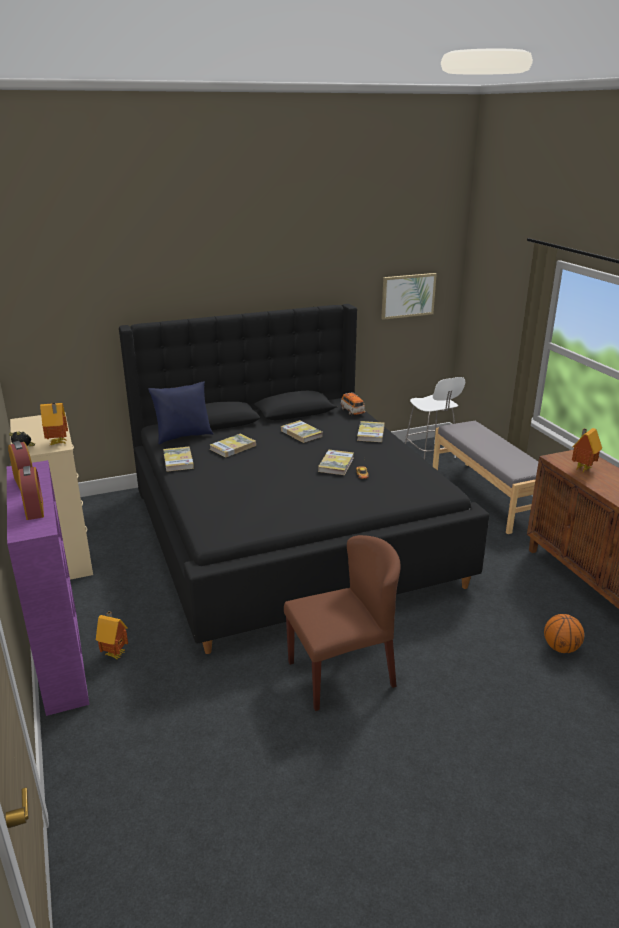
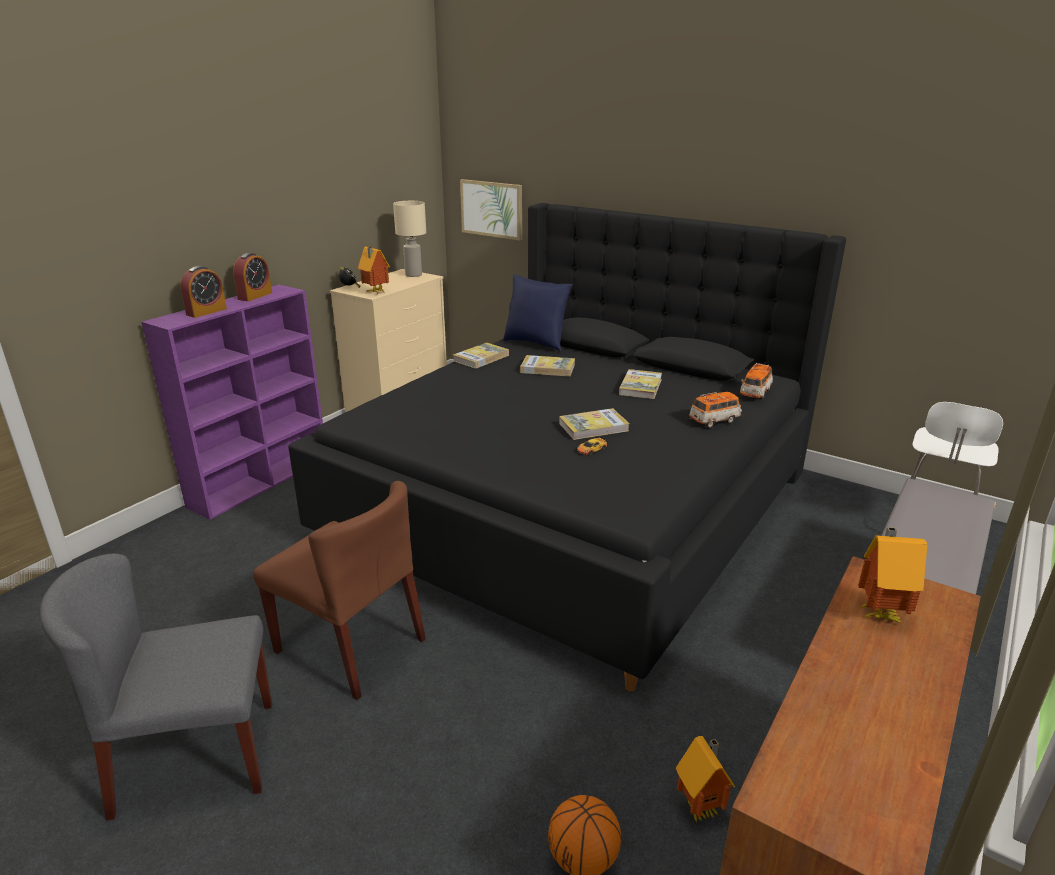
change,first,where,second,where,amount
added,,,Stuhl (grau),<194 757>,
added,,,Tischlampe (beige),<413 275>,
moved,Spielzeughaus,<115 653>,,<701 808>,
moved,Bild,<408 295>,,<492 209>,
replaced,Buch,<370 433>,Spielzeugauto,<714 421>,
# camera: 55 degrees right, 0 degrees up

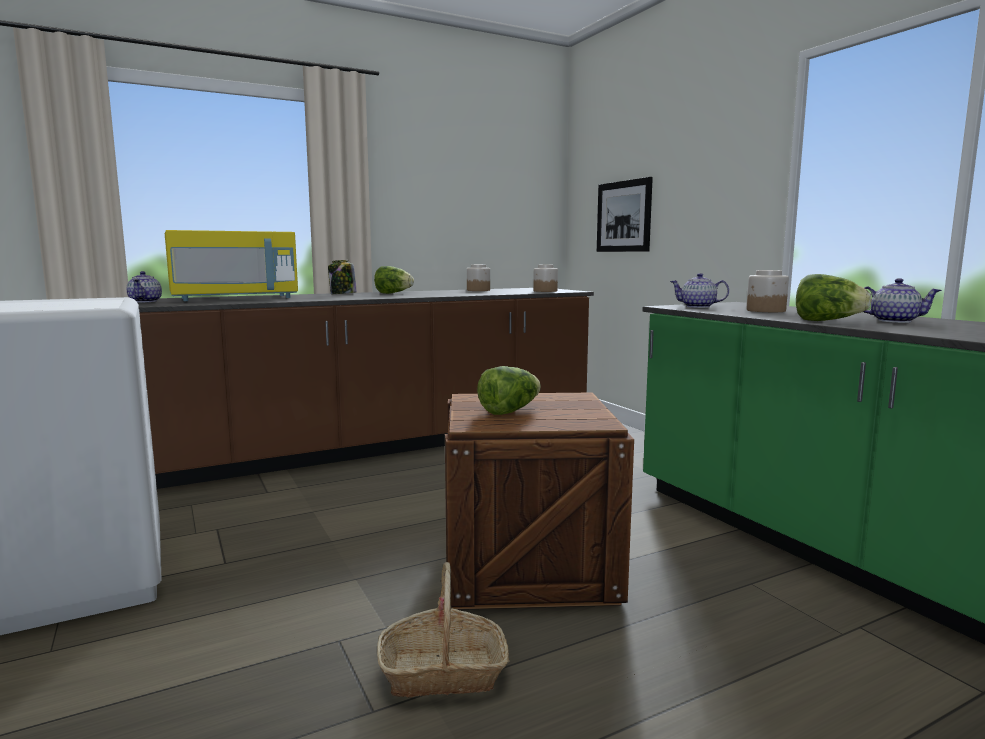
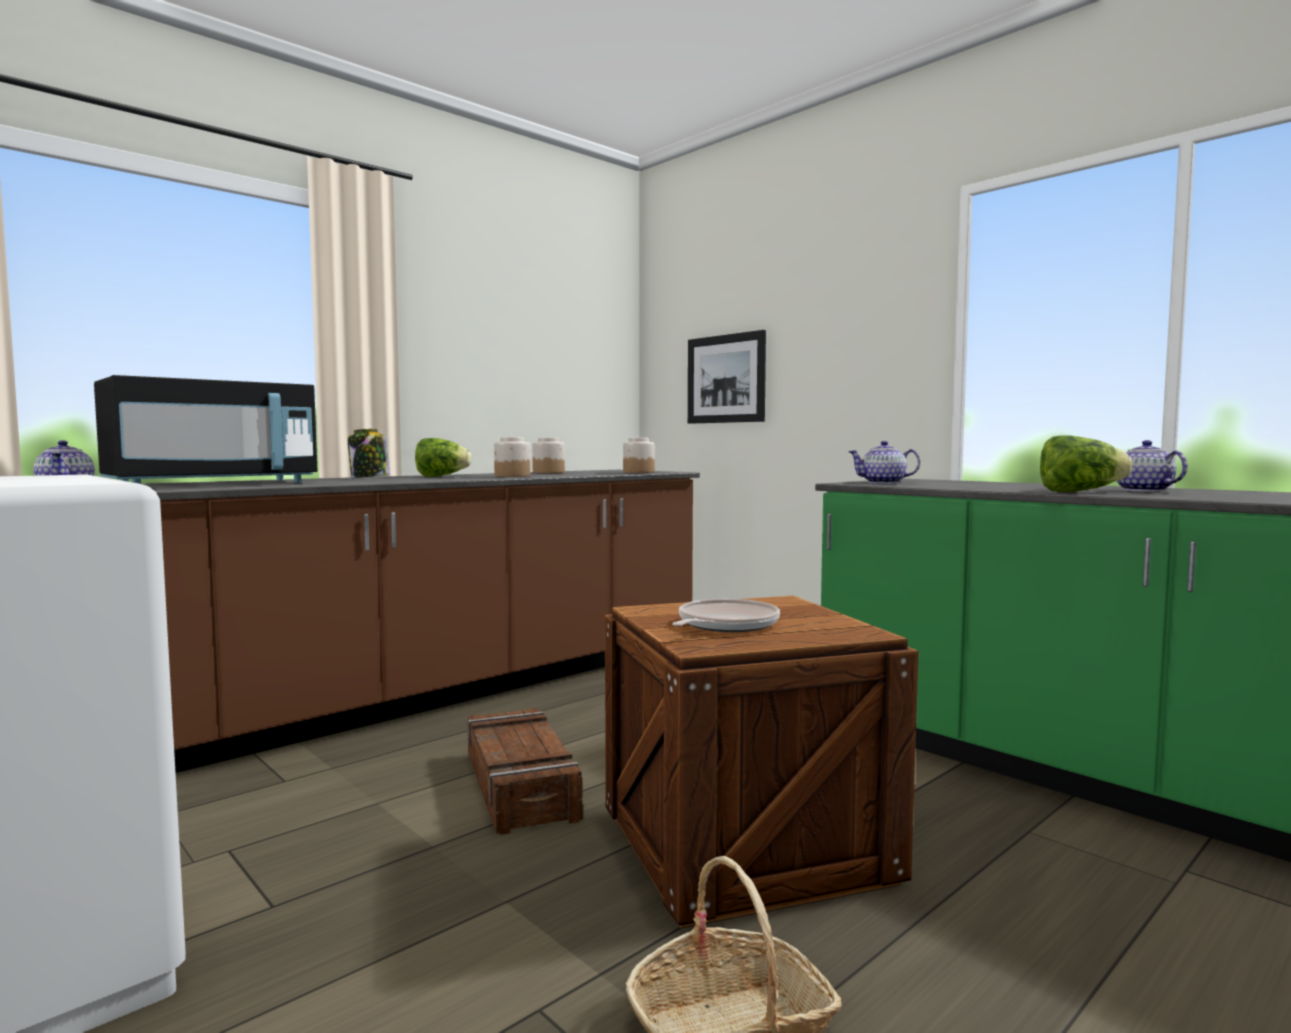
change,first,where,second,where,amount
added,,,Kiste,<521 784>,
moved,Vorratsglas,<765 310>,,<512 476>,
replaced,Salatkopf,<509 411>,Pfanne,<724 625>,
recoloured,Mikrowelle (gelb),<234 298>,Mikrowelle (schwarz),<213 484>,
turned,Teekanne,<893 321>,,<1144 490>,120 degrees counterclockwise
# camera: 15 degrees left, 5 degrees down

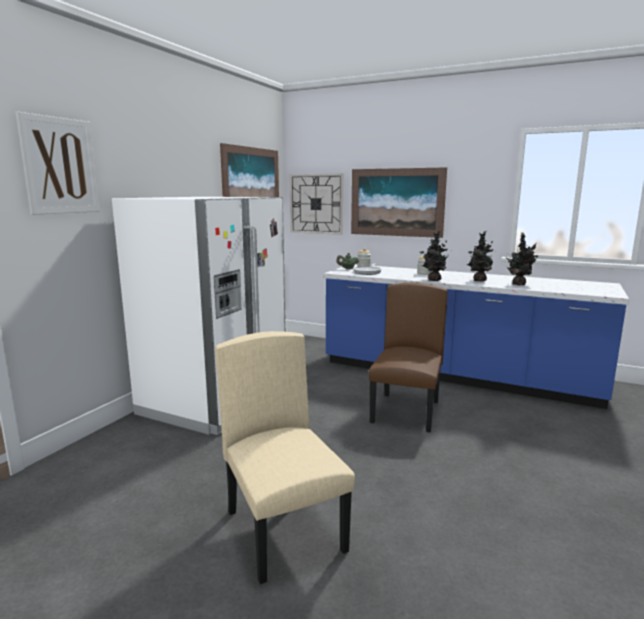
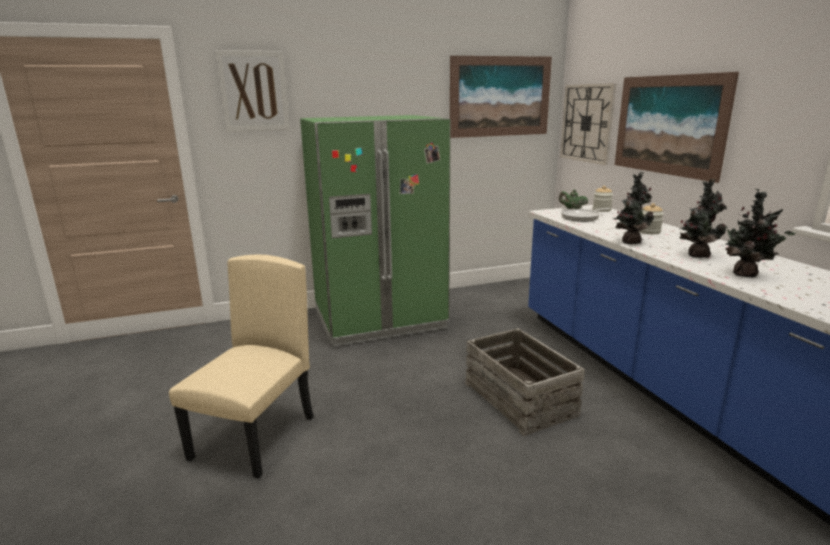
change,first,where,second,where,amount
replaced,Stuhl (braun),<406 412>,Kiste,<520 398>,
recoloured,Kühlschrank (weiß),<215 401>,Kühlschrank (grün),<379 319>,
# camera: 45 degrees right, 5 degrees up

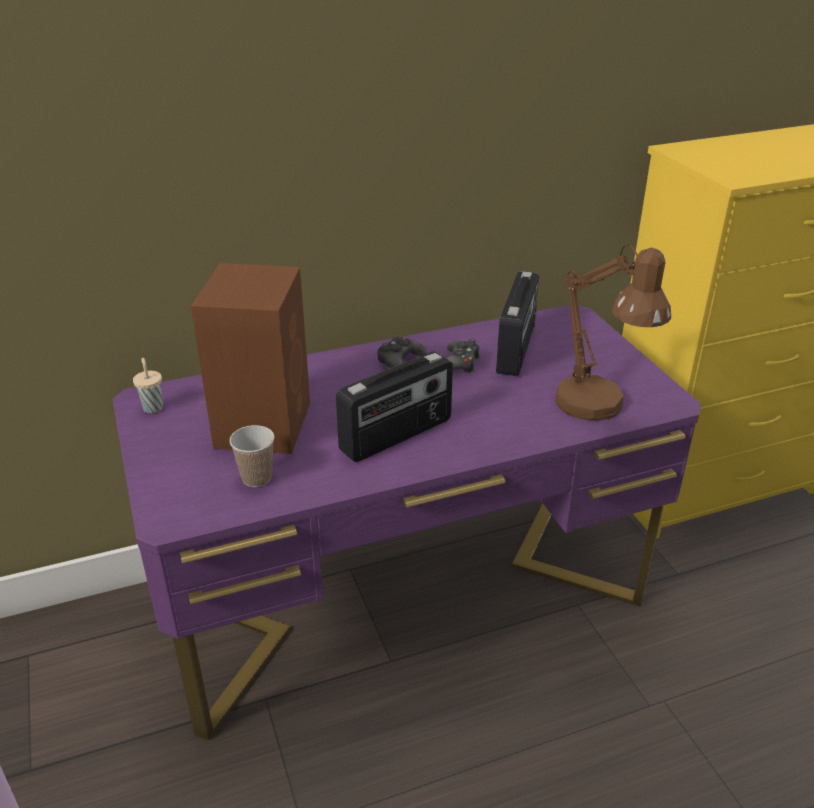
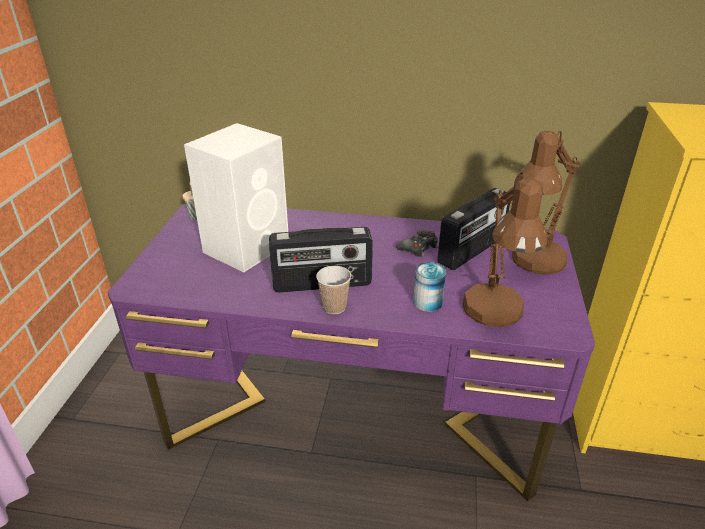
change,first,where,second,where,amount
removed,Gamepad (schwarz),<400 360>,,,
added,,,Dose,<427 302>,
added,,,Tischlampe (braun),<533 264>,
moved,Tasse,<257 478>,,<334 307>,
recoloured,Lautsprecher (braun),<264 423>,Lautsprecher (weiß),<248 247>,
# camera: 30 degrees right, 0 degrees up

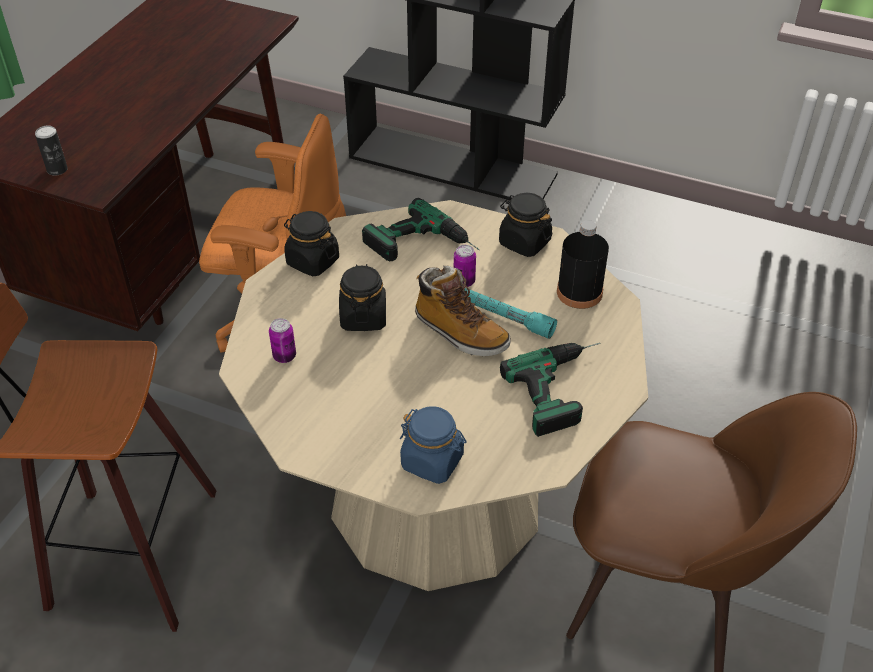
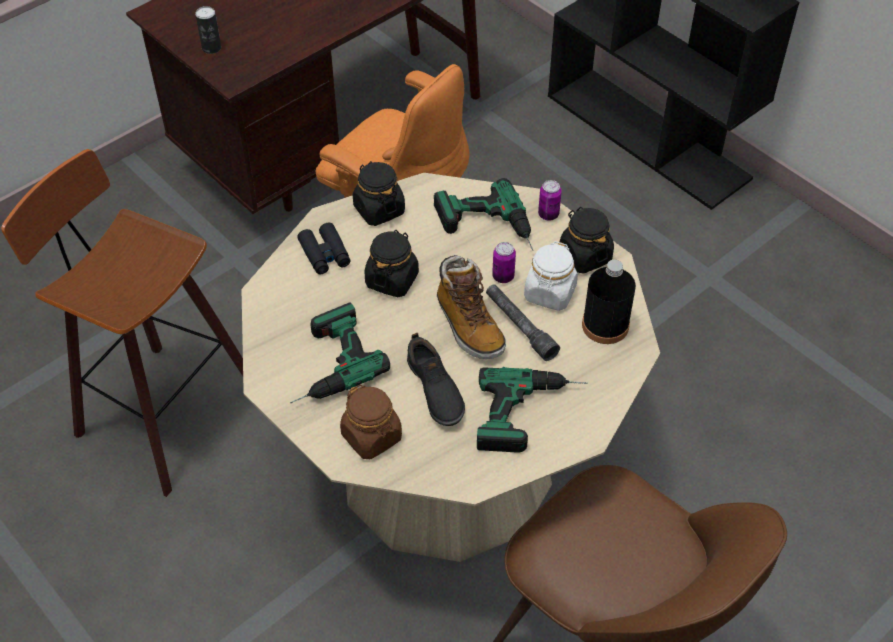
change,first,where,second,where,amount
added,,,Bohrmaschine,<325 364>,
added,,,Fernglas (schwarz),<325 254>,
added,,,Schuh (schwarz),<434 390>,
added,,,Vorratsglas (weiß),<550 293>,
moved,Dose,<284 356>,,<548 214>,
recoloured,Vorratsglas (blau),<432 461>,Vorratsglas (braun),<372 437>,
recoloured,Taschenlampe (türkis),<506 318>,Taschenlampe (grau),<520 326>,
# camera: 25 degrees right, 5 degrees up

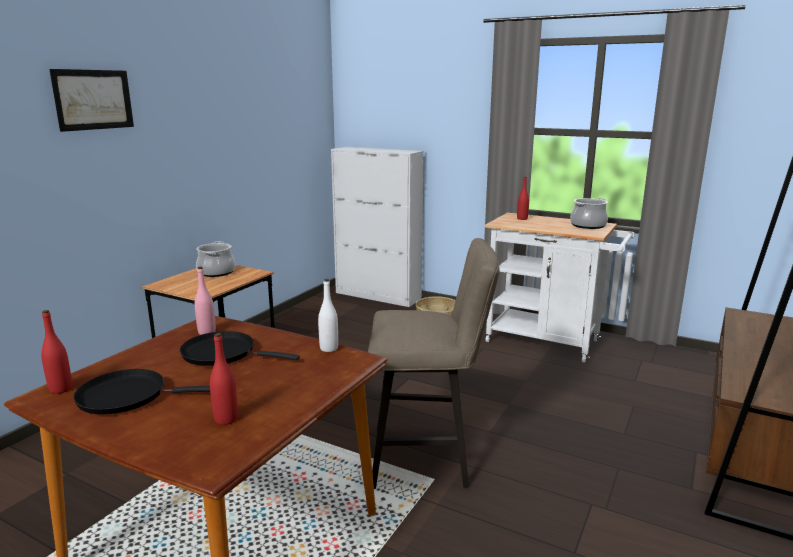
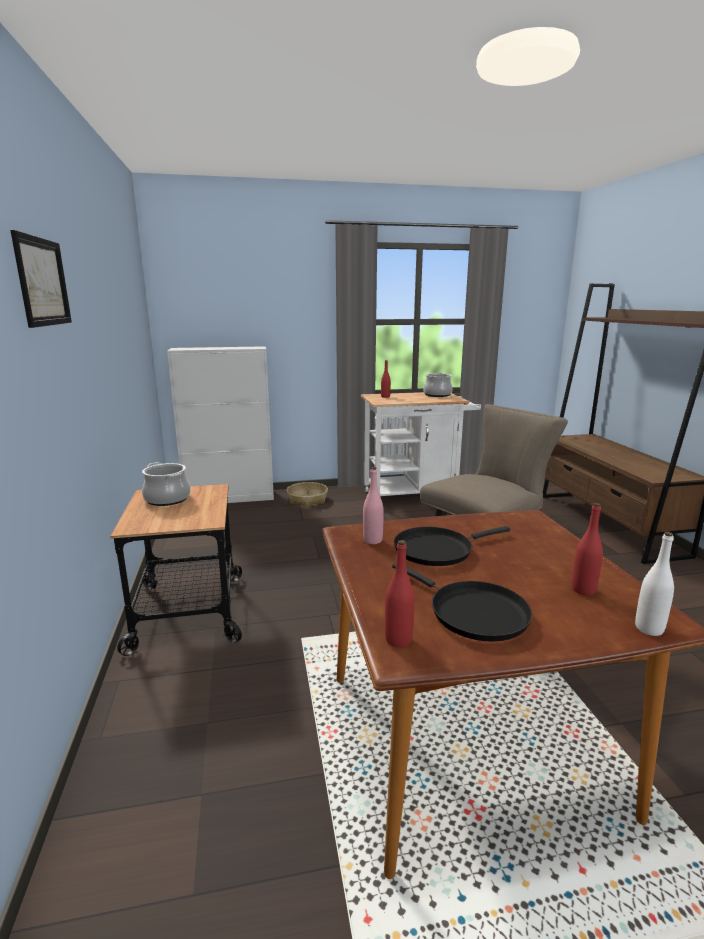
change,first,where,second,where,amount
moved,Flasche (weiß),<329 348>,,<649 629>,
turned,Pfanne (schwarz),<128 396>,,<472 613>,90 degrees counterclockwise
# camera: 40 degrees left, 0 degrees up

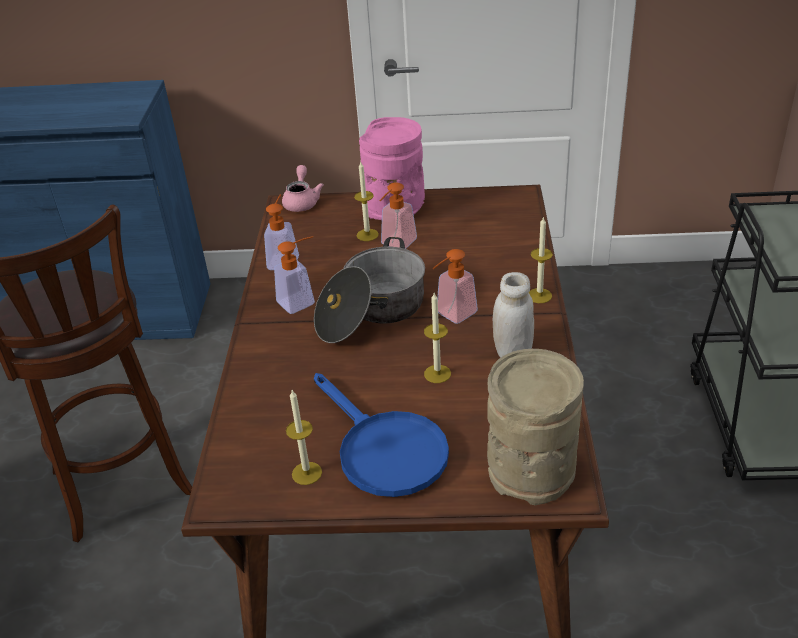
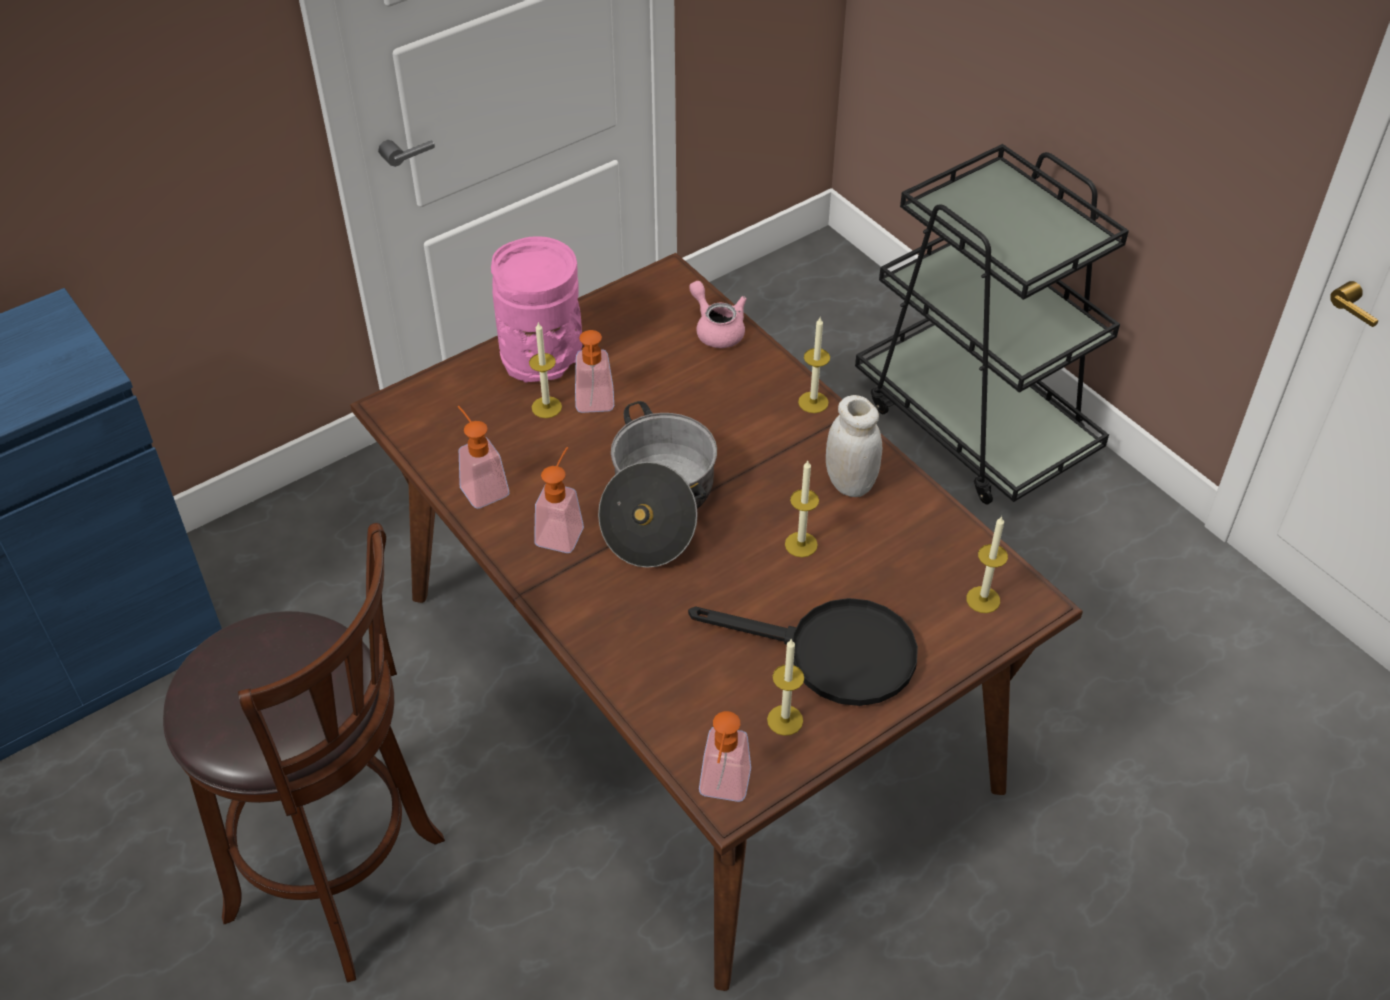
change,first,where,second,where,amount
moved,Teekanne (rosa),<302 201>,,<717 329>,
moved,Seifenspender,<451 315>,,<723 790>,
replaced,Vase (beige),<532 470>,Kerze,<983 599>,
recoloured,Pfanne (blau),<383 450>,Pfanne (schwarz),<832 654>,
# camera: 40 degrees left, 10 degrees up

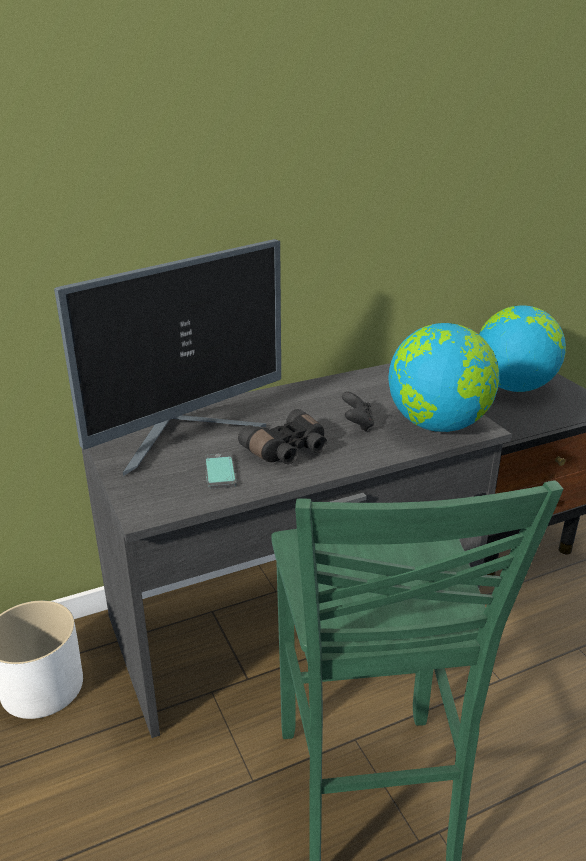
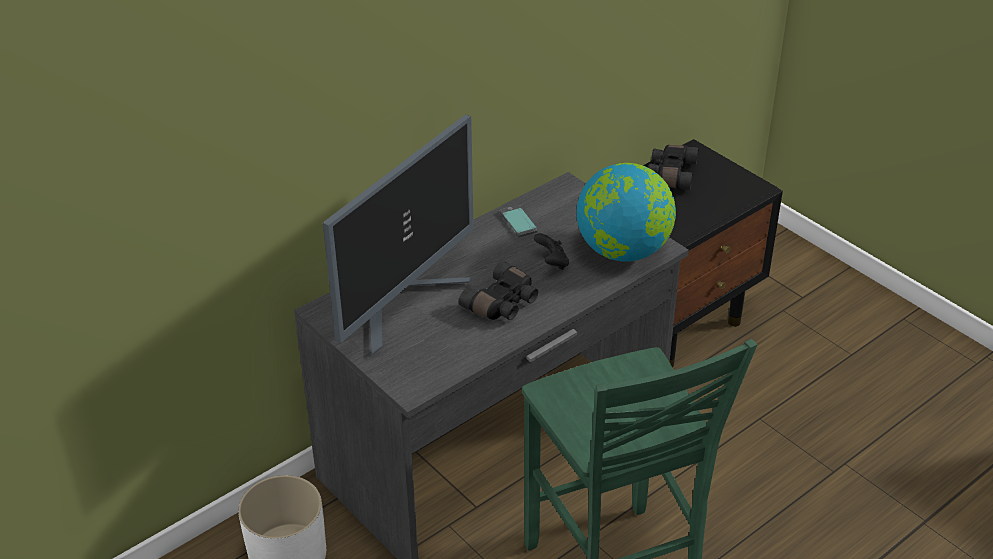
change,first,where,second,where,amount
moved,Handy,<220 472>,,<518 222>,
replaced,Globus,<513 387>,Fernglas (schwarz),<670 174>,
# camera: 15 degrees left, 10 degrees up

